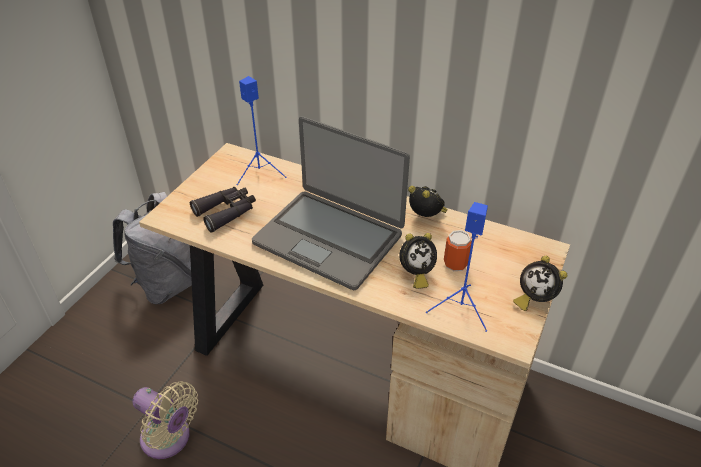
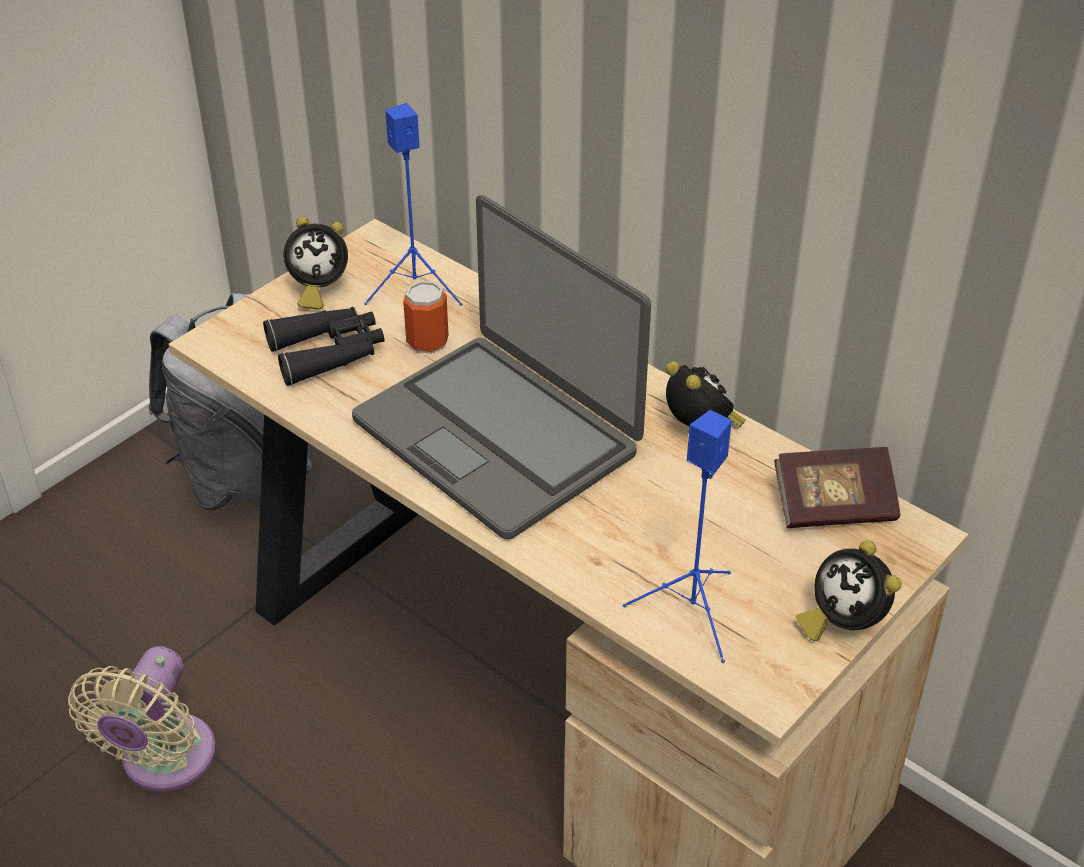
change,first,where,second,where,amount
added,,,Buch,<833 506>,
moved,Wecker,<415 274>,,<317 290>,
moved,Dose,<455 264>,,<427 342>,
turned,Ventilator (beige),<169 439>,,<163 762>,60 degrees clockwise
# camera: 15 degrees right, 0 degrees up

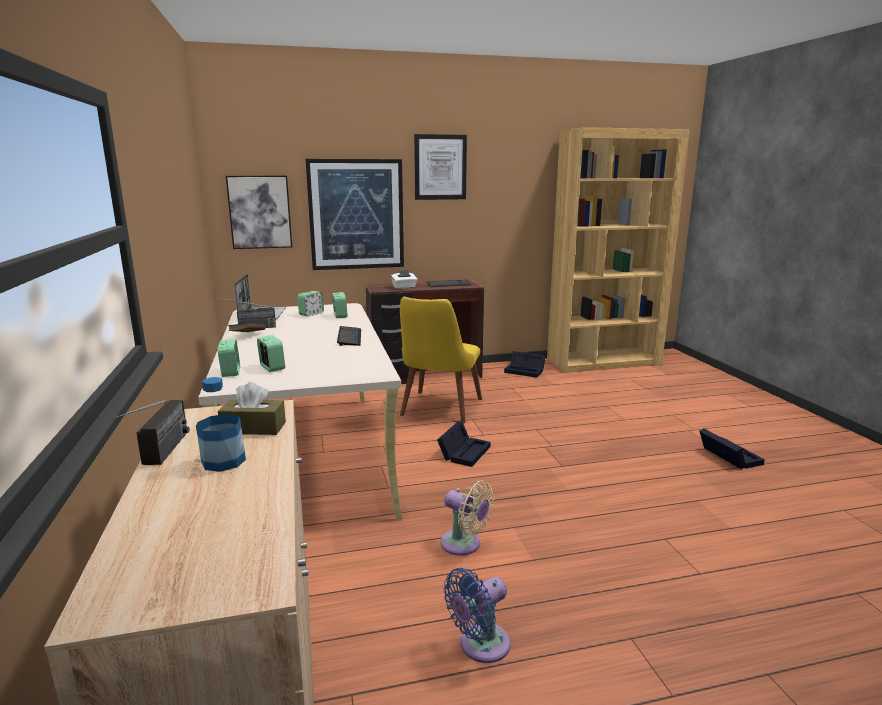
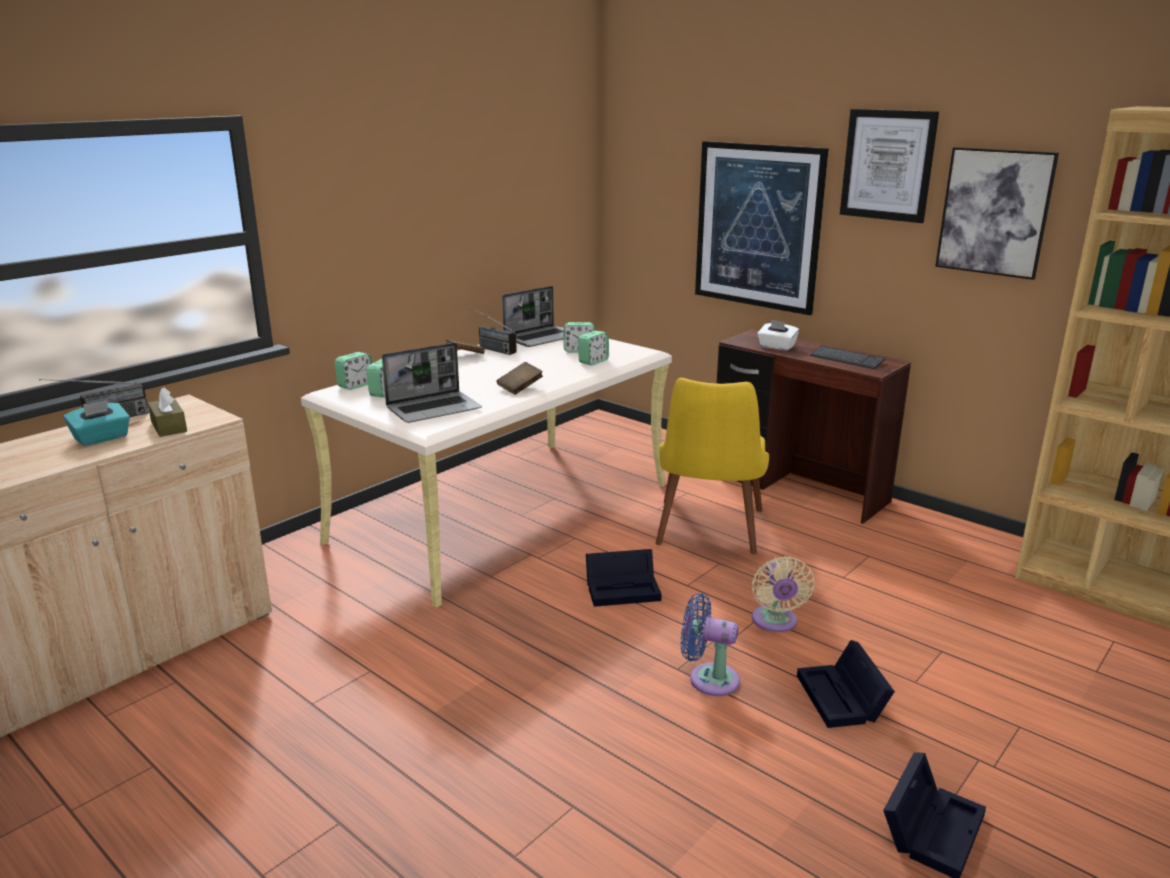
change,first,where,second,where,amount
added,,,Laptop,<434 409>,
moved,Bild,<260 212>,,<994 212>,
moved,Ventilator (beige),<464 545>,,<775 622>,
moved,Ventilator (blau),<480 646>,,<708 679>,
moved,Aufbewahrungsbox (schwarz),<525 371>,,<843 699>,
replaced,Flasche,<223 461>,Taschentuchbox (türkis),<102 438>,
replaced,Tastatur,<349 337>,Buch (braun),<520 388>,
turned,Stuhl (gelb),<438 411>,,<708 534>,60 degrees counterclockwise
# camera: 55 degrees right, 5 degrees up

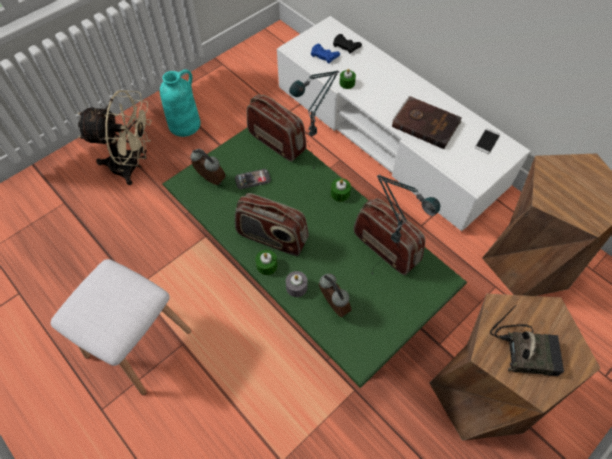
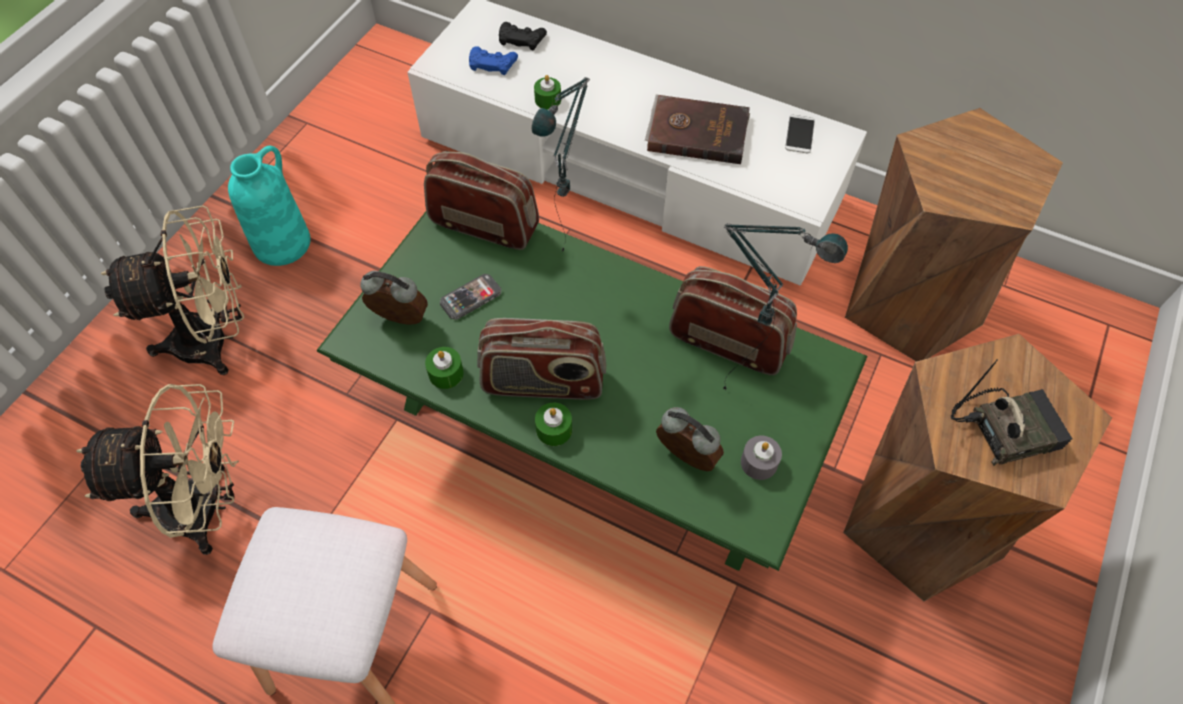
change,first,where,second,where,amount
added,,,Ventilator (beige),<207 509>,
moved,Kerze (grau),<296 287>,,<759 462>,
moved,Kerze (grün),<340 193>,,<446 373>,
# camera: 20 degrees left, 0 degrees up

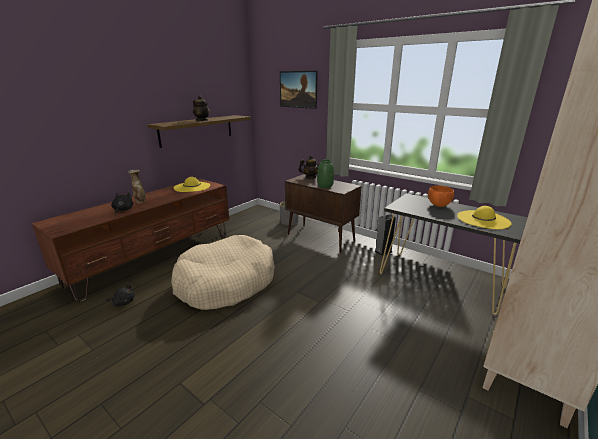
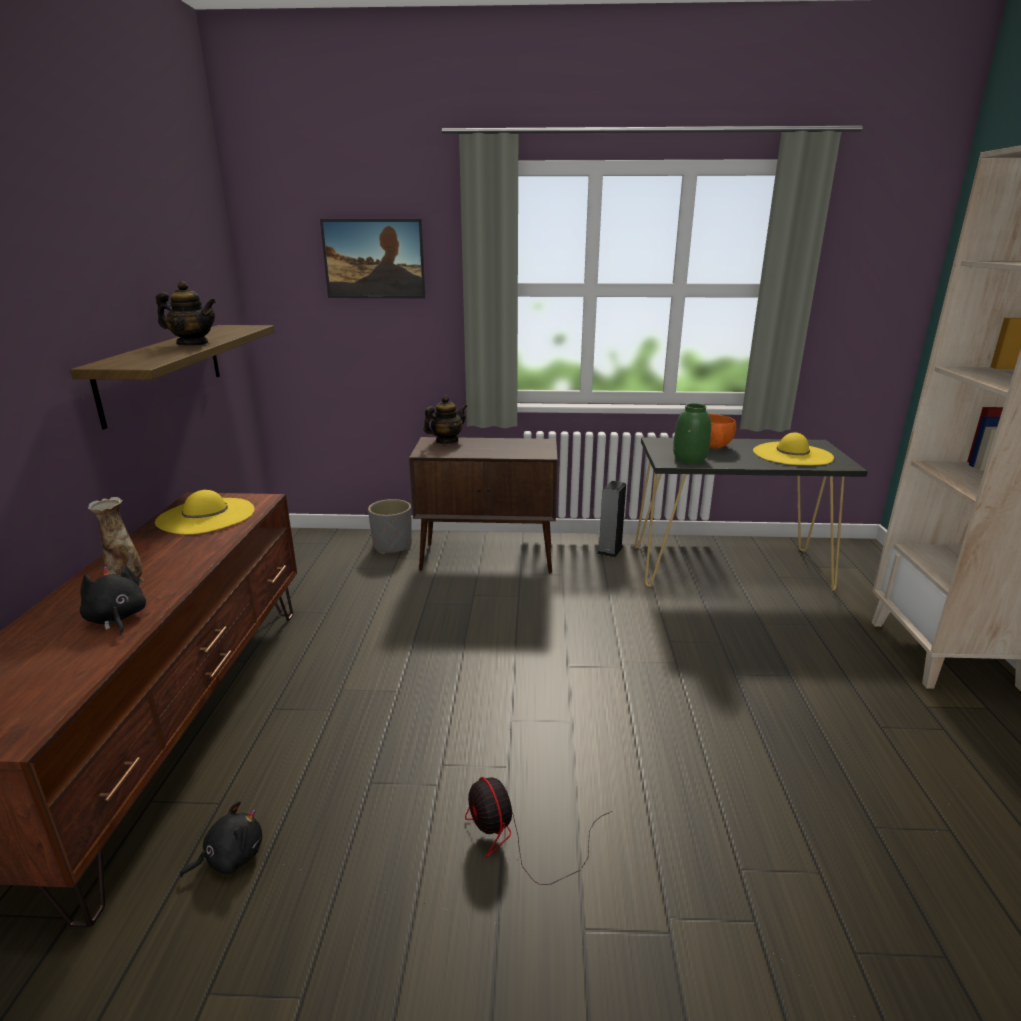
change,first,where,second,where,amount
removed,Hundebett (beige),<226 282>,,,
added,,,Ventilator,<517 840>,
moved,Vase (grün),<325 186>,,<690 459>,
# camera: 35 degrees left, 0 degrees up

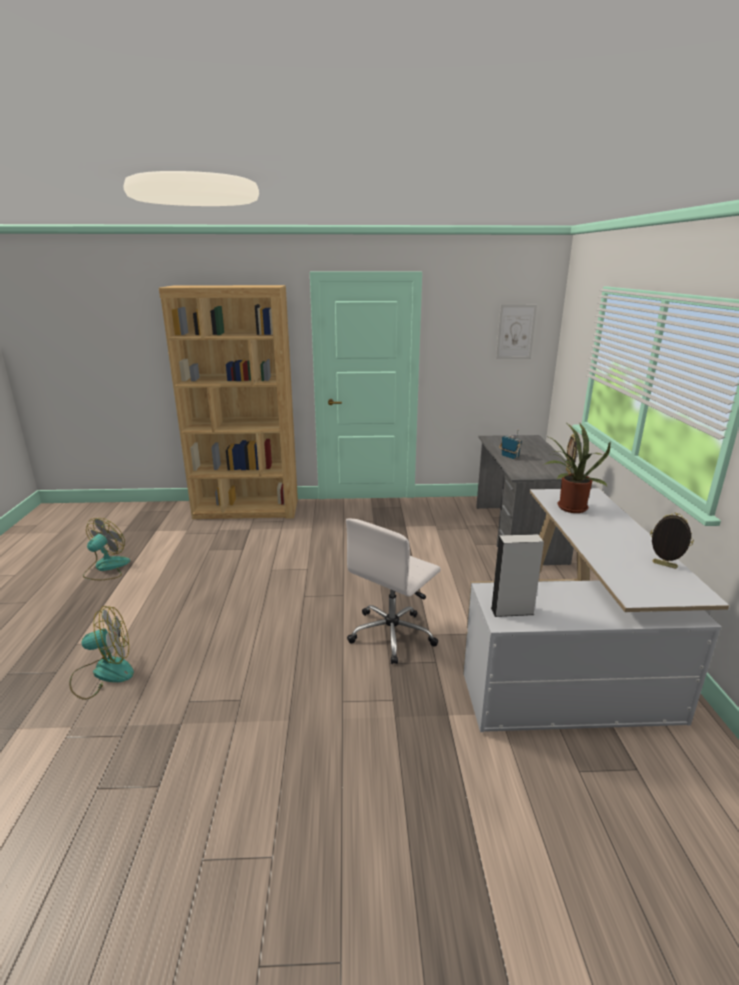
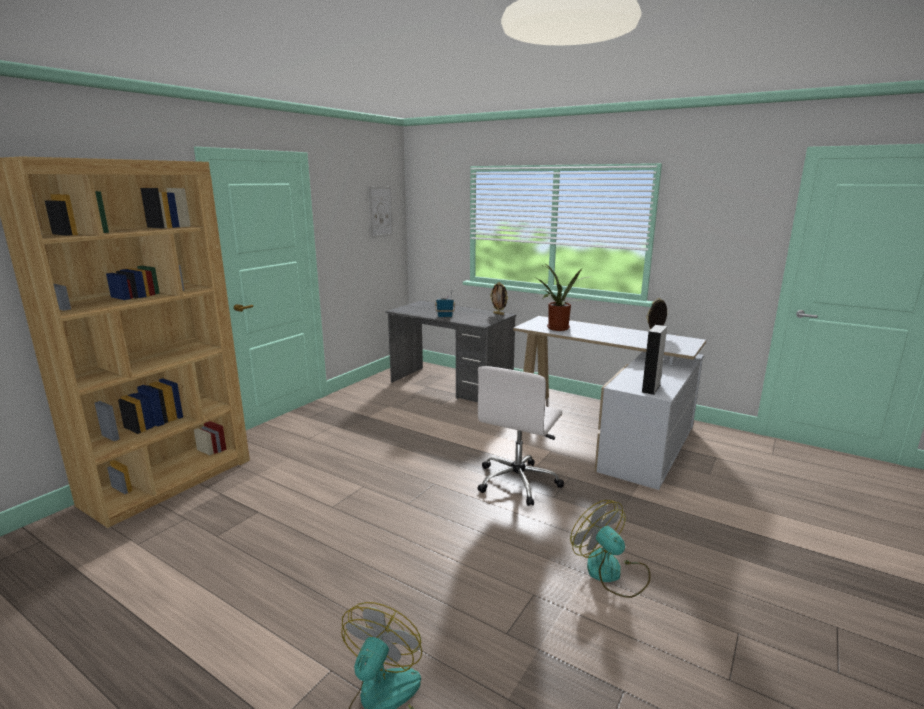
change,first,where,second,where,amount
moved,Ventilator,<106 568>,,<611 573>,
turned,Bürostuhl (weiß),<392 634>,,<518 481>,45 degrees clockwise
# camera: 55 degrees left, 5 degrees down

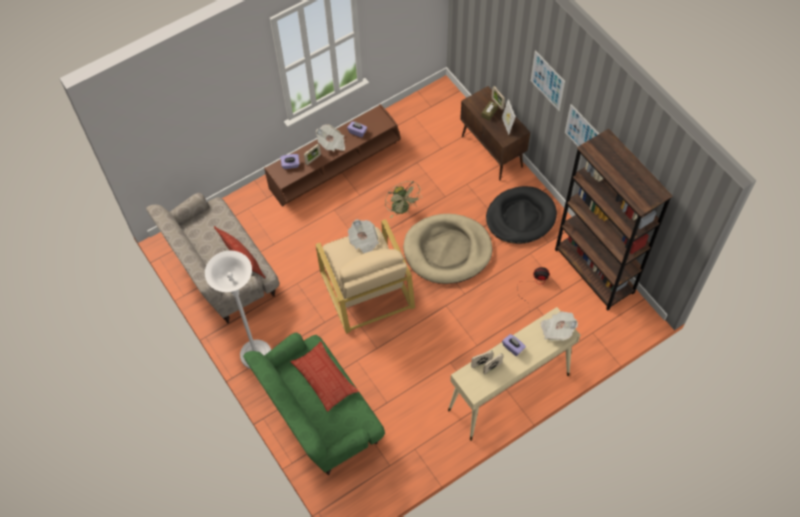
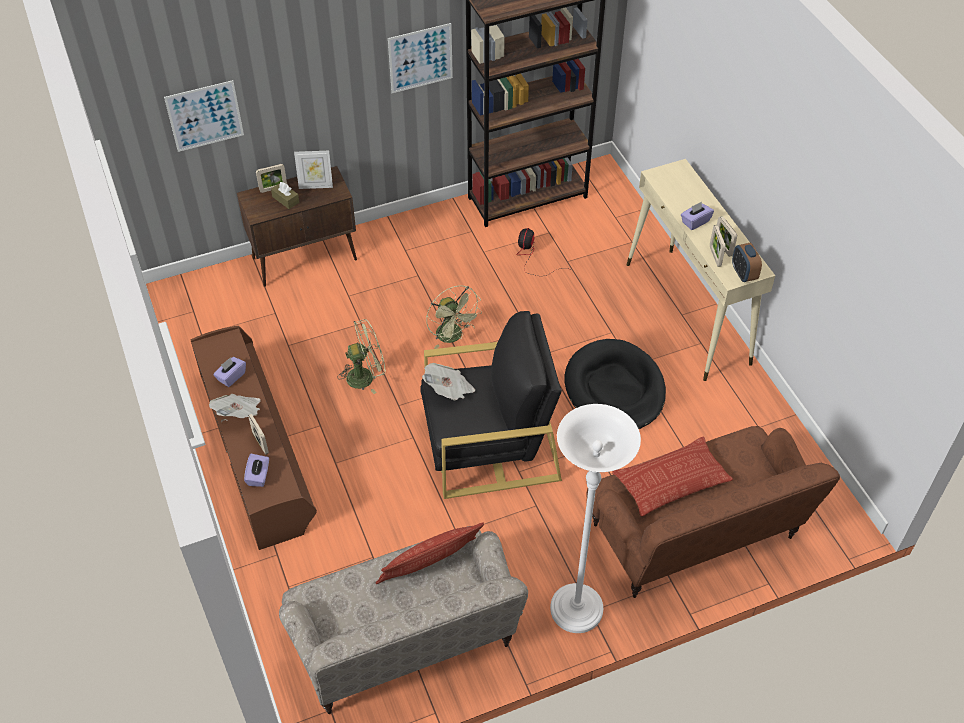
change,first,where,second,where,amount
removed,Zeitung,<557 330>,,,
added,,,Wecker,<743 274>,
moved,Hundebett (schwarz),<520 217>,,<614 389>,
moved,Bild,<547 80>,,<205 116>,
replaced,Hundebett (beige),<447 250>,Ventilator (grün),<453 337>,
recoloured,Sofa (grün),<319 416>,Sofa (braun),<694 535>,
recoloured,Sessel (beige),<366 288>,Sessel (schwarz),<490 443>,
# camera: 80 degrees left, 10 degrees down

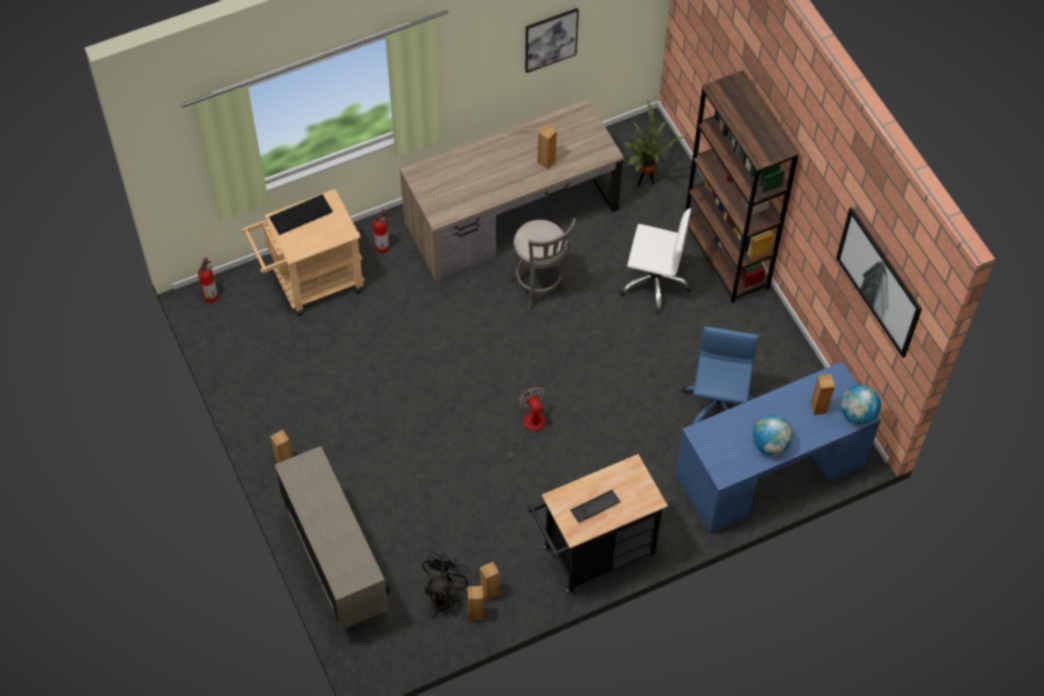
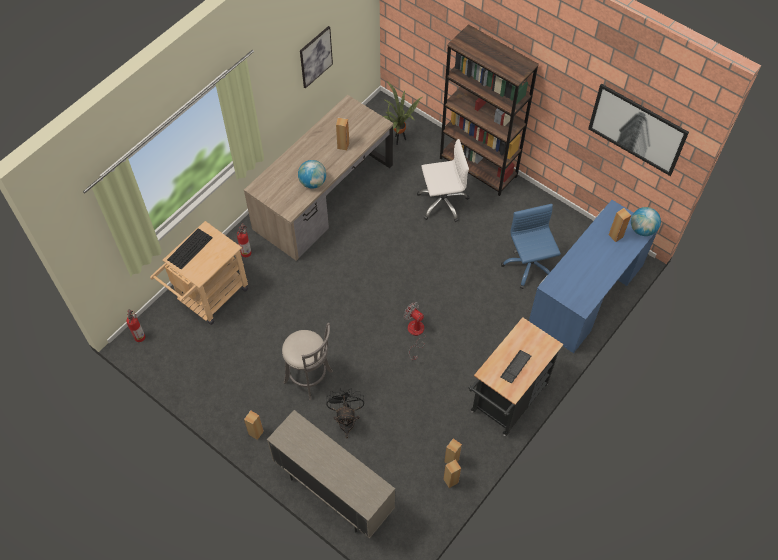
change,first,where,second,where,amount
moved,Ventilator (schwarz),<444 596>,,<346 419>,
moved,Hocker (grau),<540 287>,,<310 378>,
moved,Globus,<770 444>,,<313 182>,
# camera: 25 degrees left, 0 degrees up

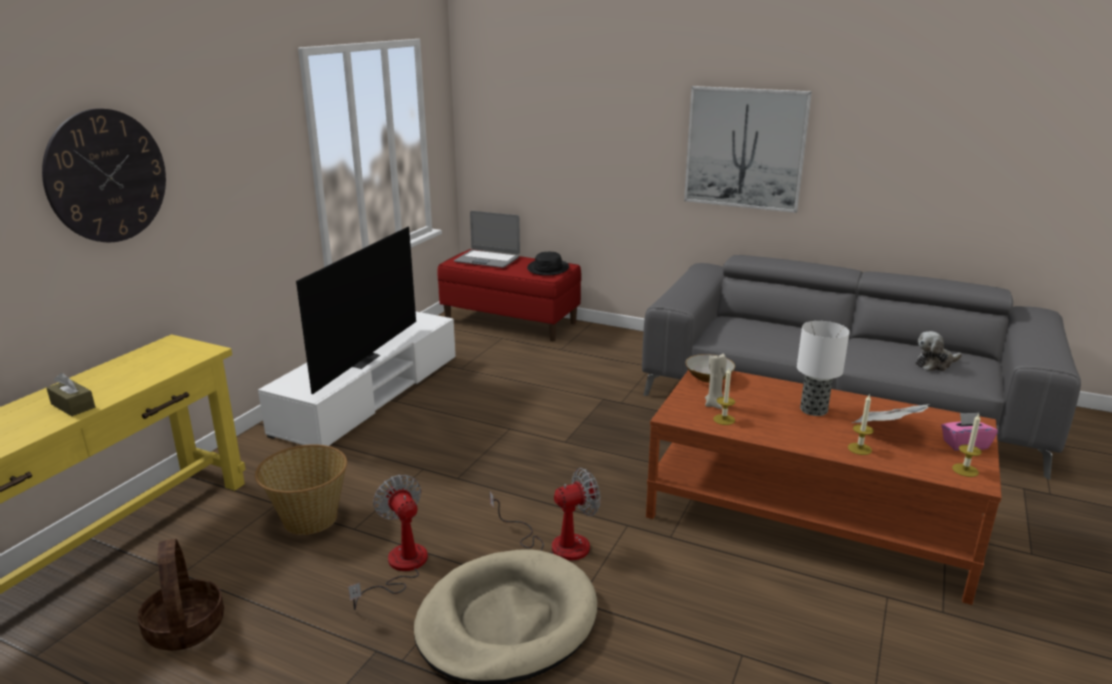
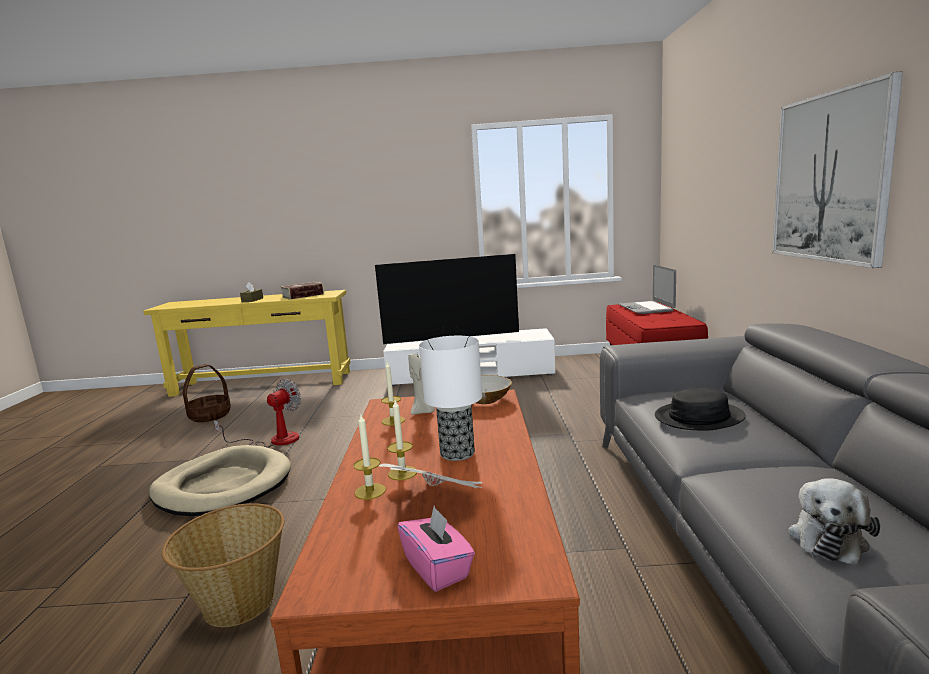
change,first,where,second,where,amount
removed,Wanduhr,<107 176>,,,
removed,Ventilator,<557 543>,,,
added,,,Buch,<303 295>,
moved,Korb,<309 519>,,<238 602>,
moved,Hut (schwarz),<548 268>,,<699 417>,
moved,Kerze,<965 470>,,<402 473>,
turned,Plüschtier,<935 364>,,<828 538>,105 degrees counterclockwise
# camera: 65 degrees right, 10 degrees down

